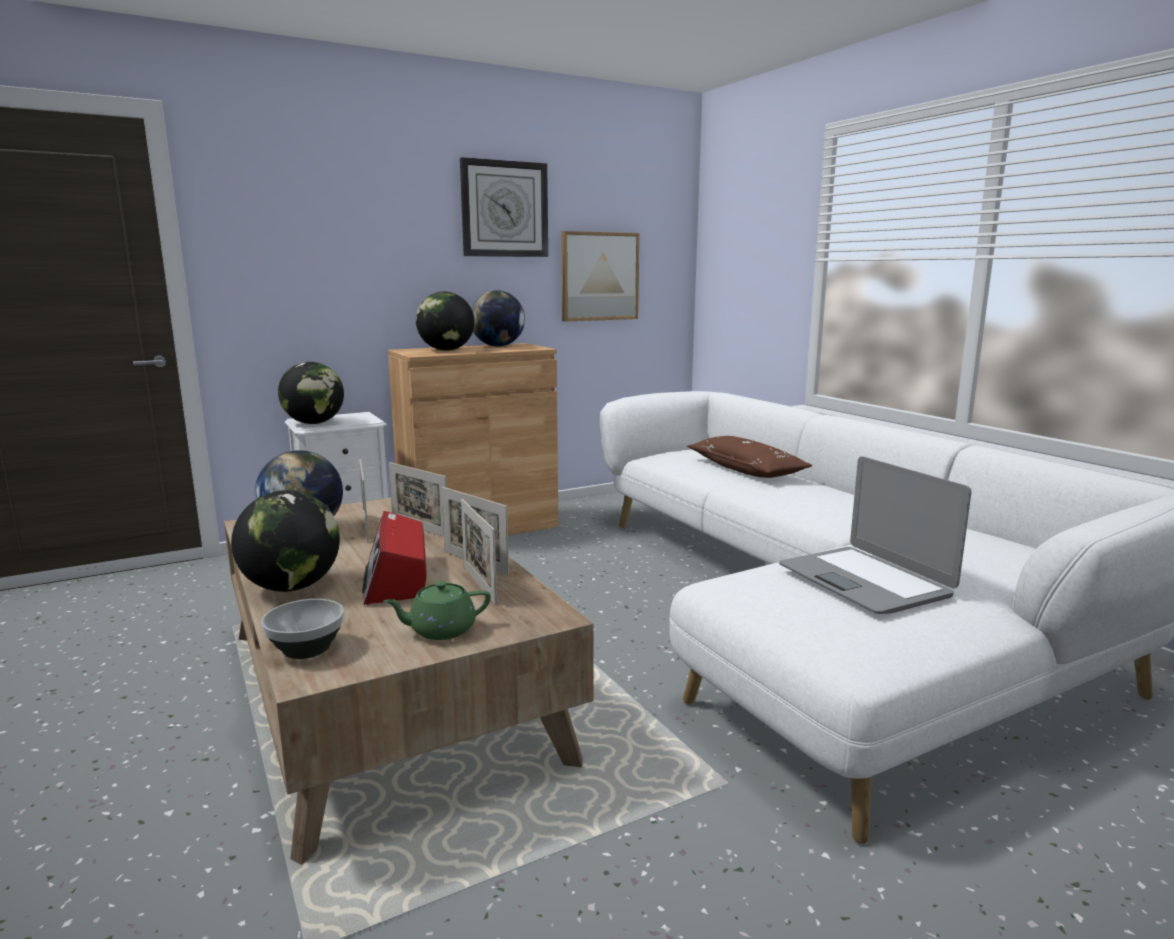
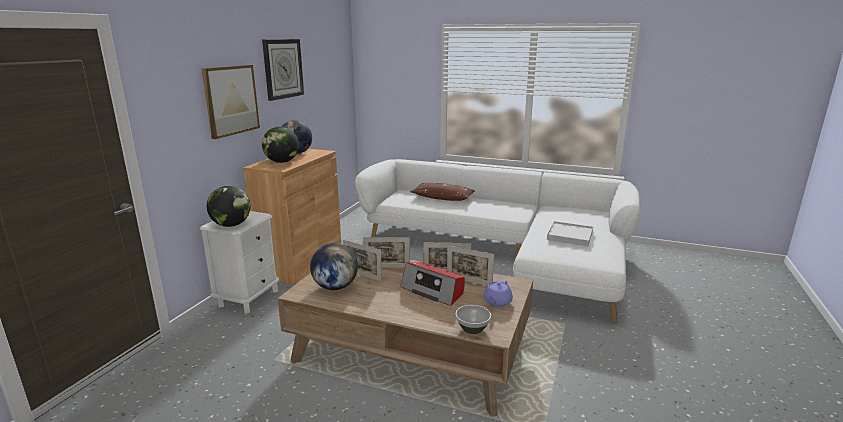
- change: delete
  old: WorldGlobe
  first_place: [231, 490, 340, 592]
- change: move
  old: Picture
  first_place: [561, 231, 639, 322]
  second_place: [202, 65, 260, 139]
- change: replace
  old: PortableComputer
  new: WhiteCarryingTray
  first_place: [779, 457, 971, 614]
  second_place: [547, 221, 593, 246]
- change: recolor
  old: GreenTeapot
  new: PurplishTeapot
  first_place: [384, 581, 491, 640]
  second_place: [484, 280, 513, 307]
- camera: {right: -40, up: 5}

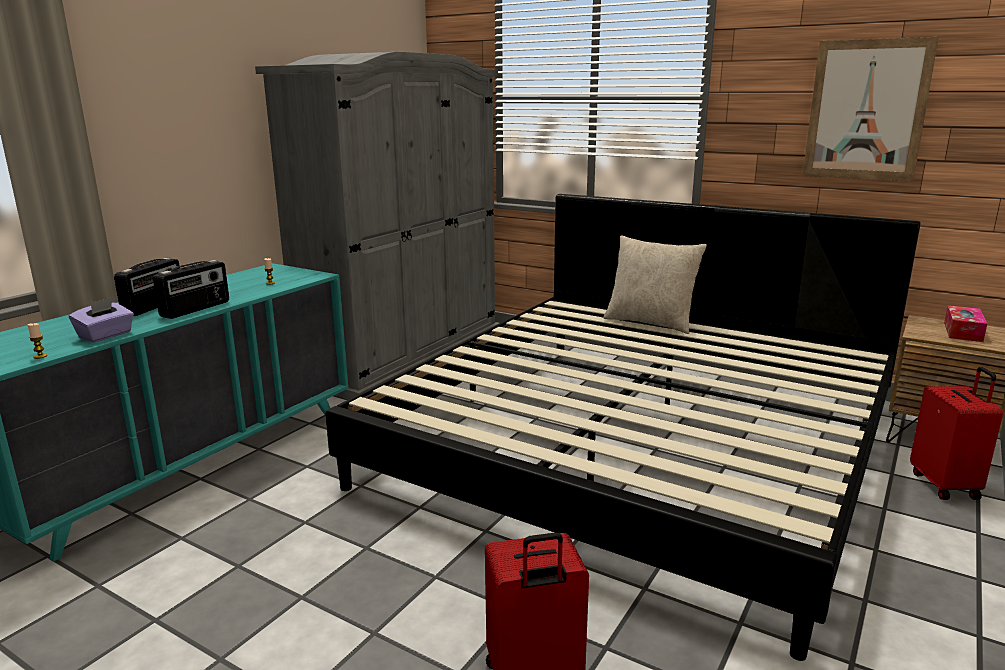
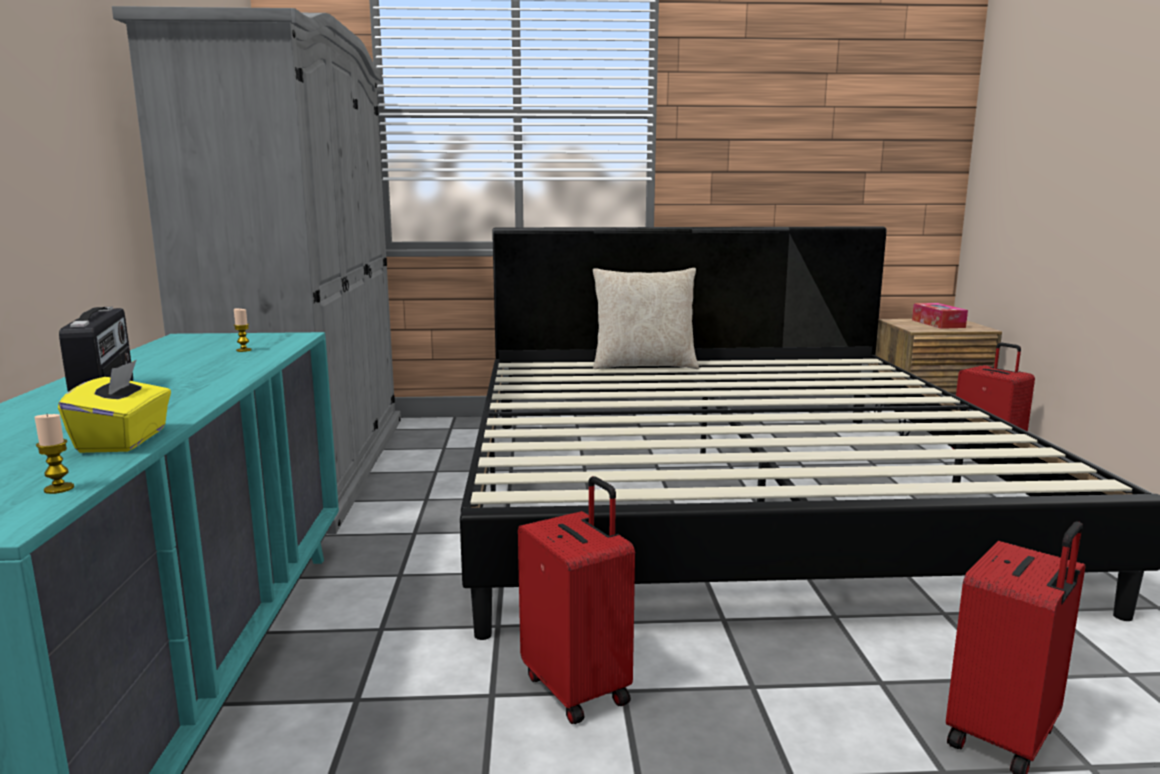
- change: delete
  old: Radio
  first_place: [153, 260, 229, 319]
- change: delete
  old: Picture
  first_place: [803, 37, 939, 182]
- change: insert
  new: ReddishSuitcase
  second_place: [518, 476, 635, 724]
- change: recolor
  old: PurplishBoxOfTissues
  new: YellowBoxOfTissues
  first_place: [69, 297, 134, 343]
  second_place: [58, 359, 171, 453]
- camera: {right: -35, up: -5}

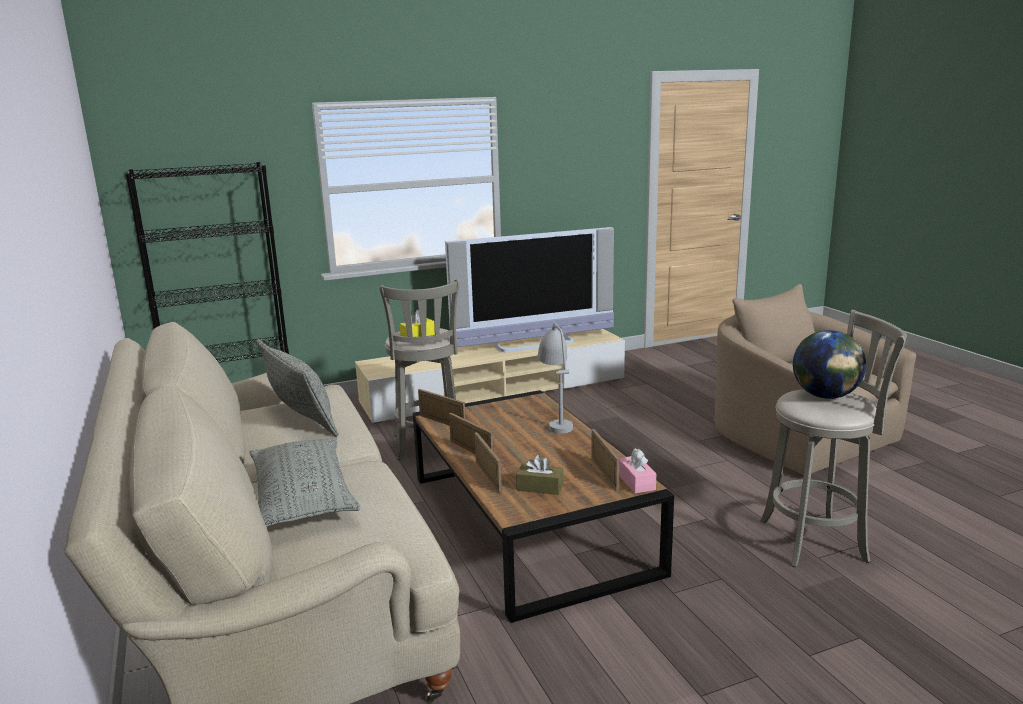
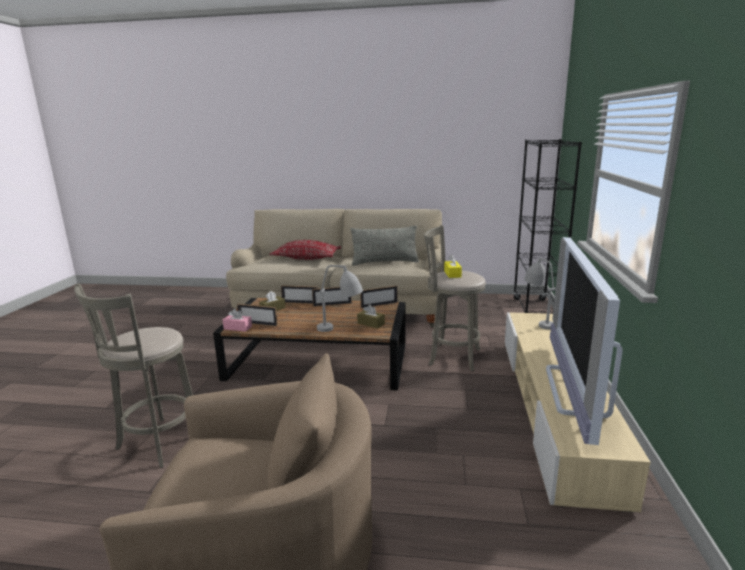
- change: delete
  old: WorldGlobe
  first_place: [793, 330, 866, 399]
- change: insert
  new: BrownColouredBoxOfTissues
  second_place: [357, 304, 385, 329]
- change: insert
  new: GreyishTabletopLamp
  second_place: [524, 258, 556, 330]
- change: recolor
  old: GreyishPillow
  new: ReddishPillow
  first_place: [249, 437, 360, 527]
  second_place: [269, 240, 341, 260]
- camera: {right: 120, up: 0}

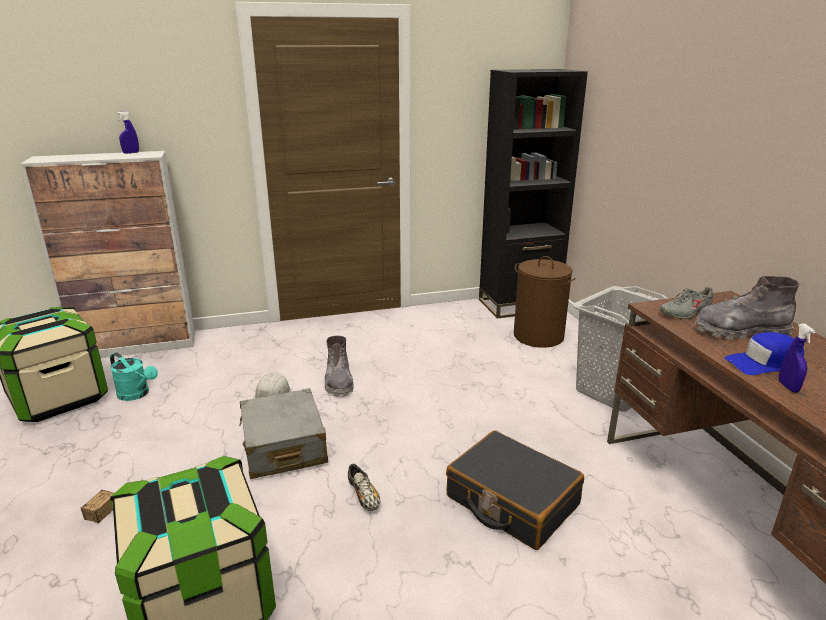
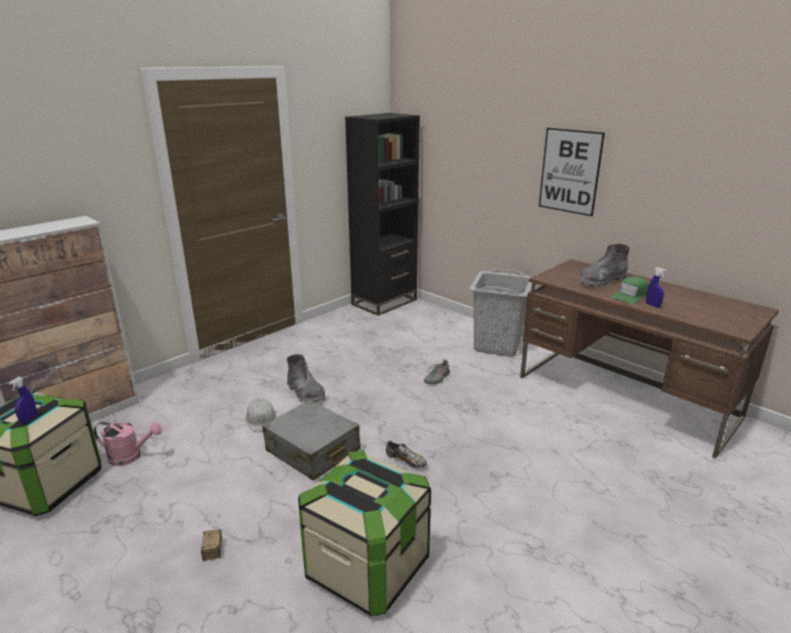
- change: delete
  old: BlackishSuitcase
  first_place: [446, 430, 584, 550]
- change: delete
  old: BrownColouredWashingBasket
  first_place: [514, 256, 576, 348]
- change: insert
  new: Picture
  second_place: [539, 128, 605, 216]
- change: move
  old: BluishSprayBottle
  first_place: [117, 111, 139, 154]
  second_place: [9, 377, 37, 424]
- change: move
  old: GreyishItemOfFootwear
  first_place: [659, 287, 718, 319]
  second_place: [424, 360, 450, 385]
- change: recolor
  old: TurquoiseWateringCan
  new: PinkWateringCan
  first_place: [110, 352, 158, 401]
  second_place: [94, 422, 162, 466]
- change: recolor
  old: BluishPeakedCap
  new: GreenPeakedCap
  first_place: [724, 332, 804, 375]
  second_place: [611, 277, 649, 304]
- camera: {right: -30, up: 0}

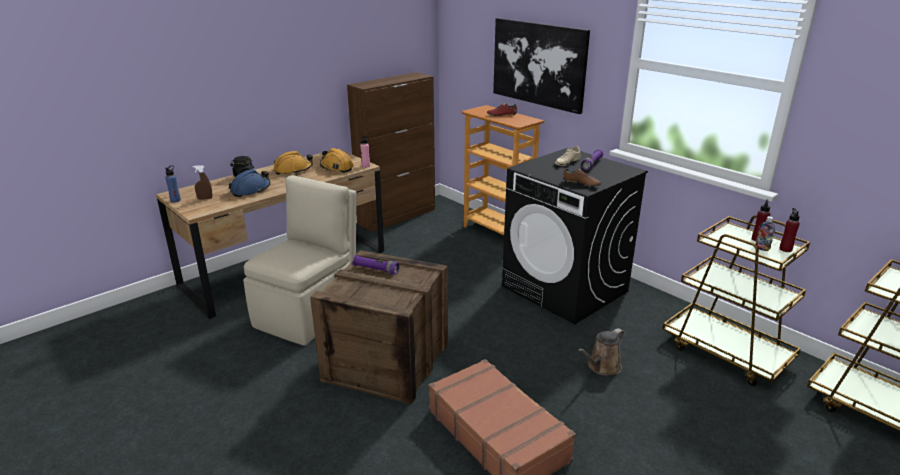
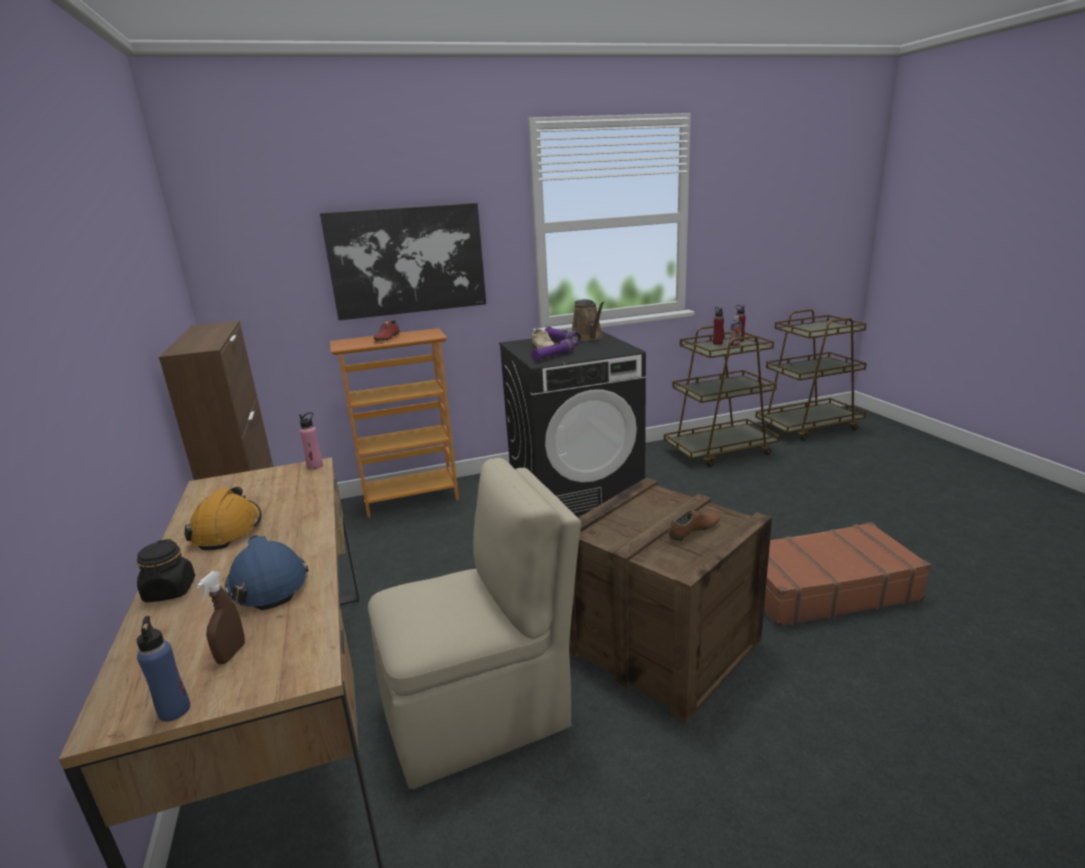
- change: delete
  old: OrangeColouredSafetyHelmet
  first_place: [320, 148, 354, 173]
- change: move
  old: PurplishHandTorch
  first_place: [353, 255, 399, 275]
  second_place: [531, 339, 575, 361]
- change: move
  old: BrownColouredItemOfFootwear
  first_place: [564, 168, 601, 187]
  second_place: [669, 511, 720, 542]
- change: move
  old: BrownColouredWateringCan
  first_place: [578, 328, 625, 376]
  second_place: [572, 299, 604, 341]
- change: rotate
  old: BeigeColouredPlainChair
  first_place: [243, 175, 357, 346]
  second_place: [368, 458, 581, 789]
  degrees: 105
- camera: {right: -65, up: -5}

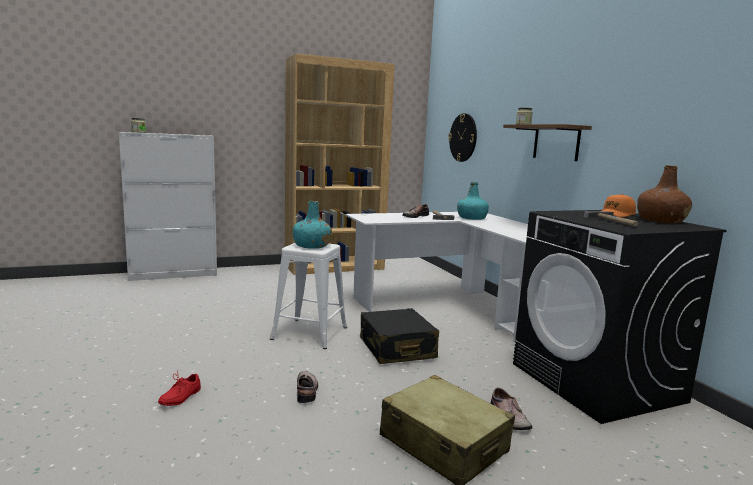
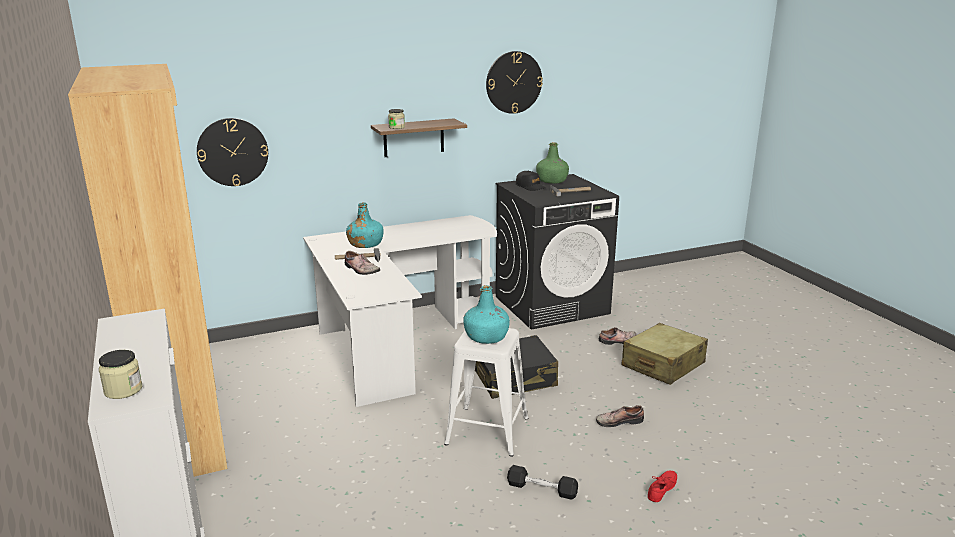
- change: insert
  new: ClockOnTheWall
  second_place: [486, 51, 543, 114]
- change: insert
  new: BlackishFreeWeight
  second_place: [507, 465, 578, 500]
- change: recolor
  old: OrangeColouredPeakedCap
  new: BlackishPeakedCap
  first_place: [602, 194, 636, 217]
  second_place: [516, 171, 546, 191]
- change: recolor
  old: BrownColouredDrinkBottle
  new: GreenDrinkBottle
  first_place: [637, 165, 692, 224]
  second_place: [536, 142, 569, 184]
- change: rotate
  old: ReddishItemOfFootwear
  first_place: [158, 371, 201, 406]
  second_place: [648, 471, 677, 502]
  degrees: -75
- camera: {right: -90, up: 10}

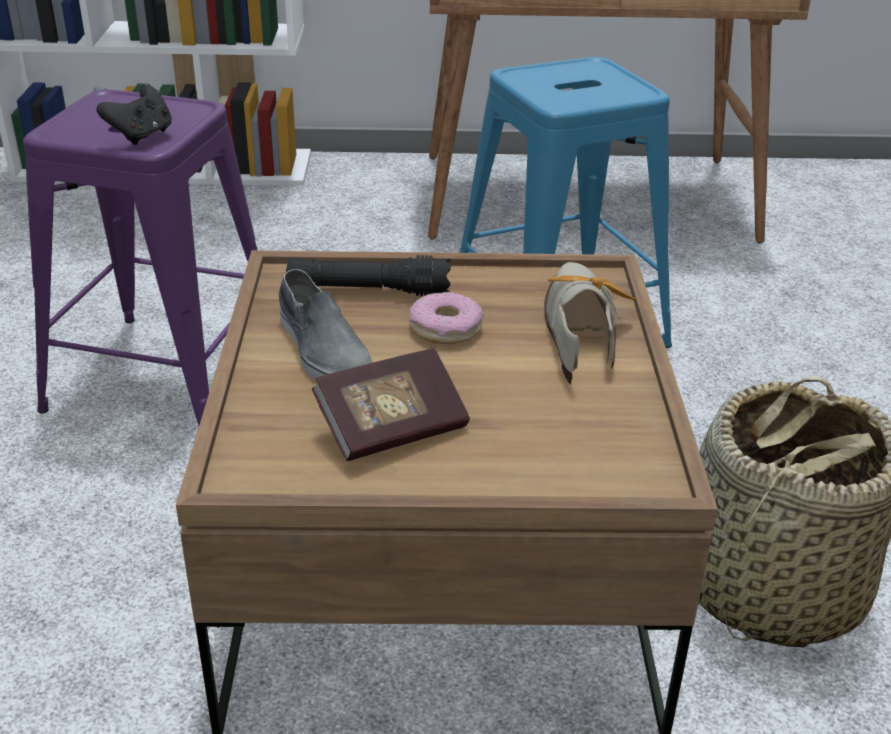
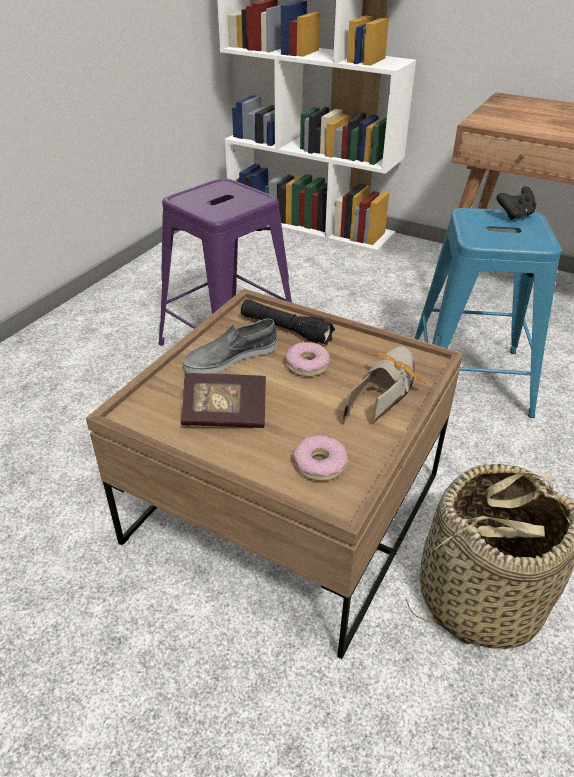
- change: insert
  new: Doughnut
  second_place: [293, 435, 348, 481]
- change: move
  old: BlackishGameController
  first_place: [96, 85, 172, 145]
  second_place: [496, 186, 537, 220]
- change: rotate
  old: GreyishItemOfFootwear
  first_place: [278, 269, 373, 380]
  second_place: [183, 318, 277, 374]
  degrees: 60
- camera: {right: 30, up: 5}

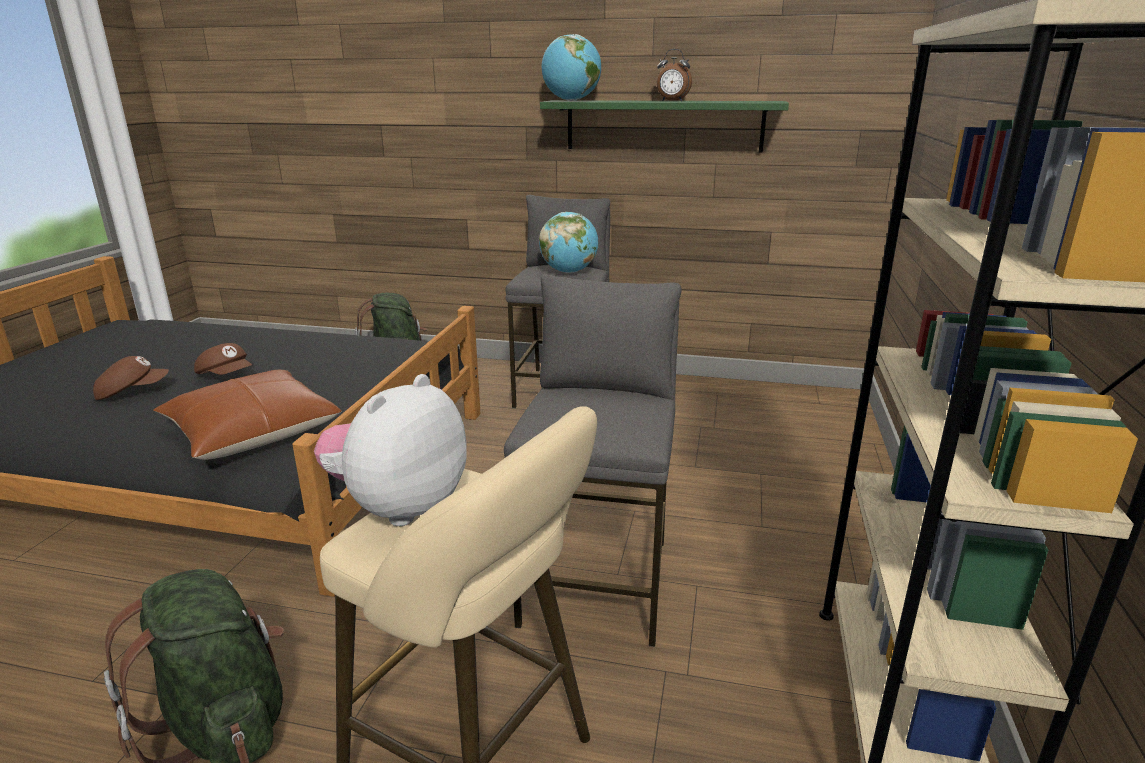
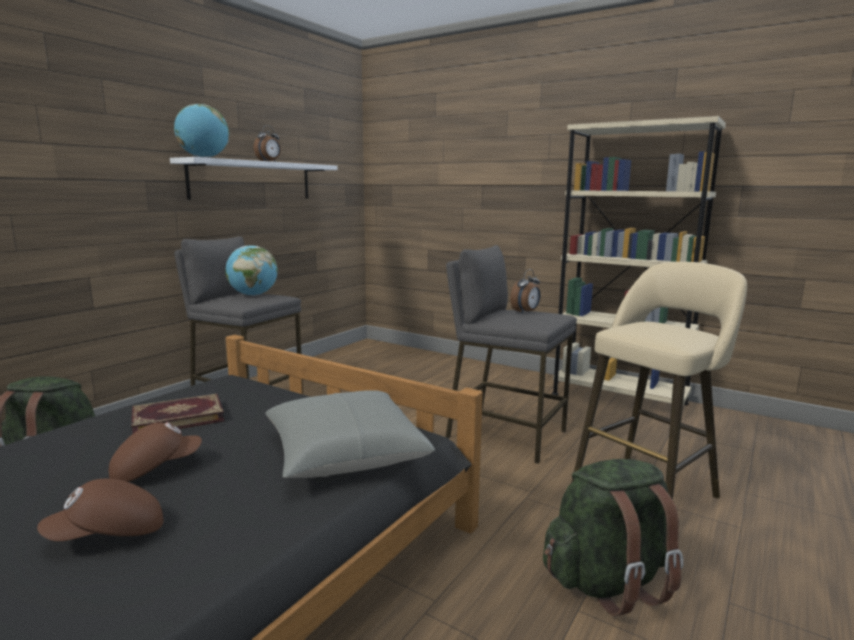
- change: delete
  old: SoftToy
  first_place: [314, 374, 467, 526]
- change: insert
  new: BoundBook
  second_place: [131, 394, 224, 434]
- change: insert
  new: TableClock
  second_place: [510, 269, 540, 314]
- change: recolor
  old: BrownColouredPillow
  new: GreyishPillow
  first_place: [153, 370, 342, 460]
  second_place: [265, 390, 435, 478]
- change: recolor
  old: GreenBracketShelf
  new: WhiteBracketShelf
  first_place: [540, 100, 789, 152]
  second_place: [170, 157, 338, 200]
- change: rotate
  old: BrownColouredPeakedCap
  first_place: [93, 356, 169, 400]
  second_place: [37, 479, 163, 541]
  degrees: -120
- camera: {right: -70, up: -10}

